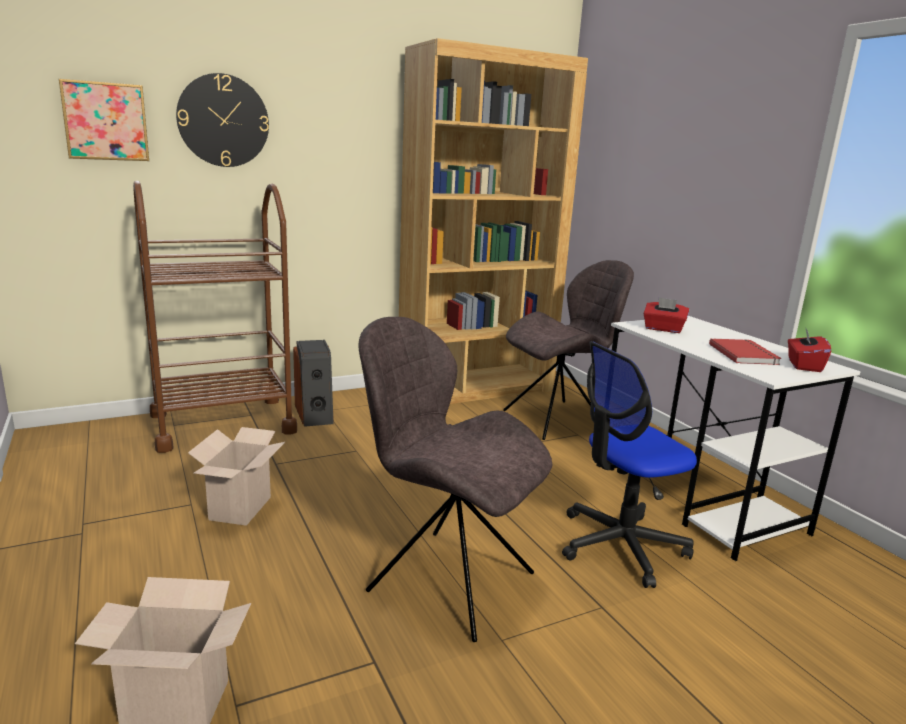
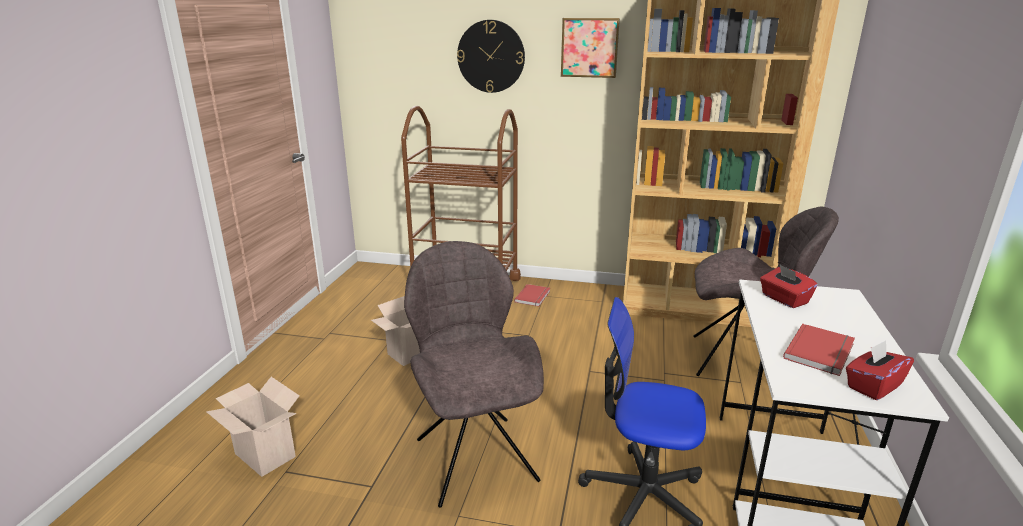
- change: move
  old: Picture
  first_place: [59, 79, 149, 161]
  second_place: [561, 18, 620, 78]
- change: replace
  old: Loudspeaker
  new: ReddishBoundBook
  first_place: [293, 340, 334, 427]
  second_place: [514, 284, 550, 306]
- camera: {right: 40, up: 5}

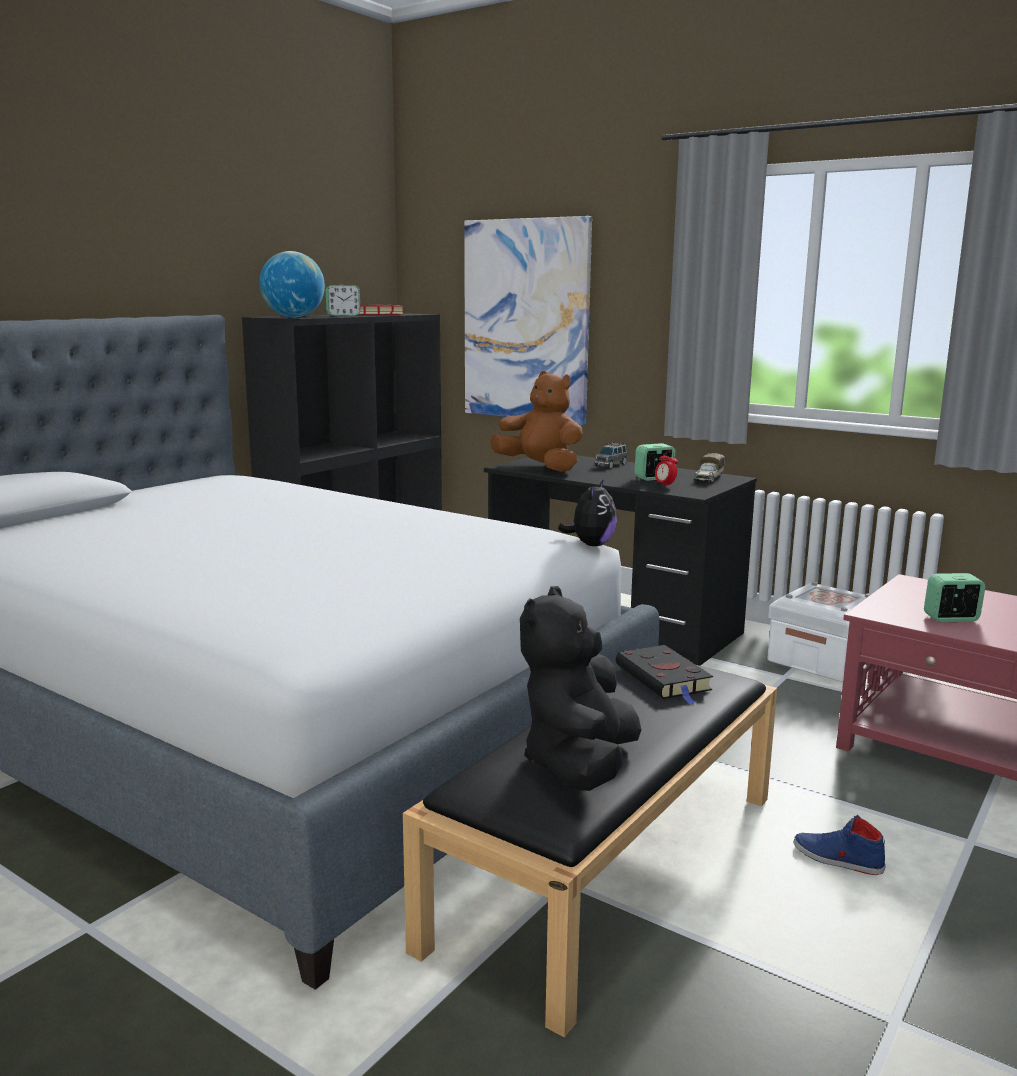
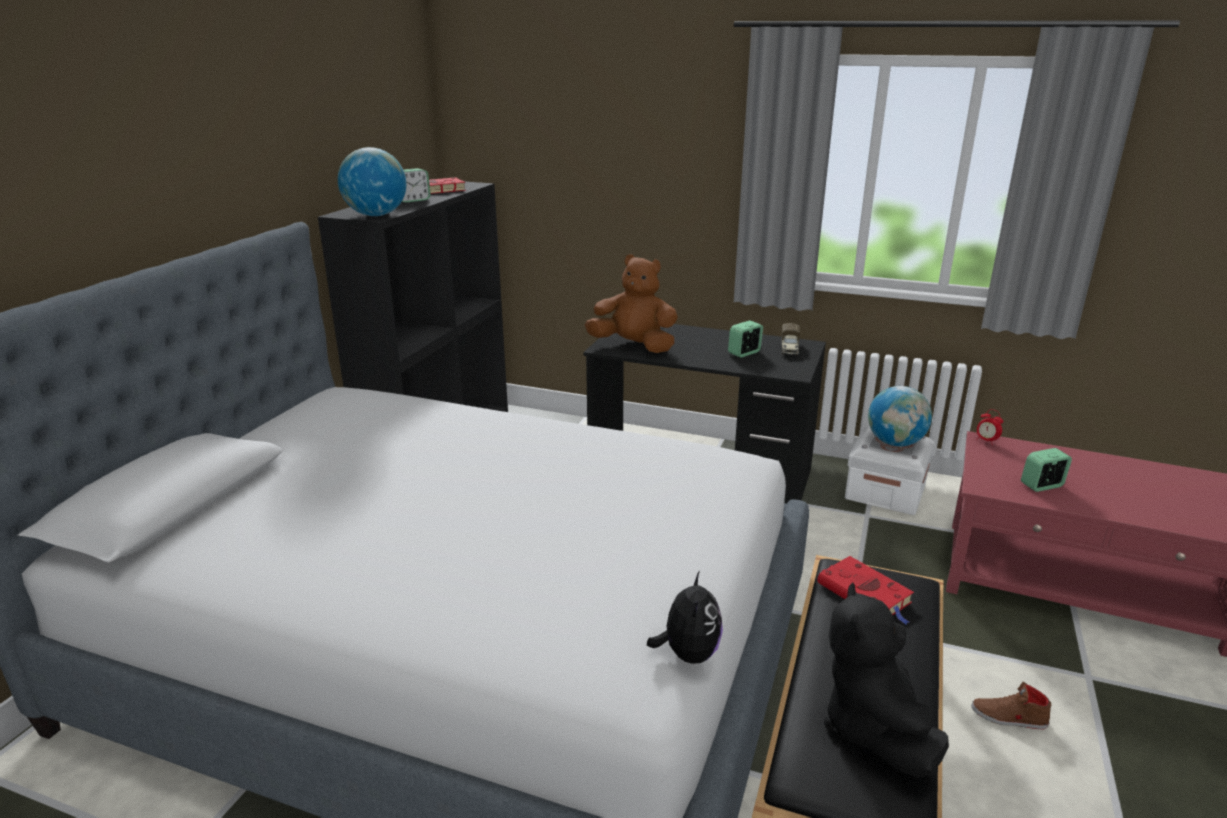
- change: delete
  old: Picture
  first_place: [464, 216, 592, 425]
- change: delete
  old: GreyishModelCar
  first_place: [595, 442, 627, 468]
- change: insert
  new: WorldGlobe
  second_place: [868, 386, 932, 446]
- change: move
  old: SoftToy
  first_place: [558, 479, 617, 546]
  second_place: [647, 571, 723, 664]
- change: move
  old: TableClock
  first_place: [655, 451, 678, 488]
  second_place: [976, 409, 1003, 445]
- change: recolor
  old: BlackishBoundBook
  new: ReddishBoundBook
  first_place: [616, 645, 713, 704]
  second_place: [817, 556, 914, 625]
- change: recolor
  old: BluishItemOfFootwear
  new: BrownColouredItemOfFootwear
  first_place: [793, 815, 886, 875]
  second_place: [971, 682, 1052, 729]
- camera: {right: -15, up: 10}

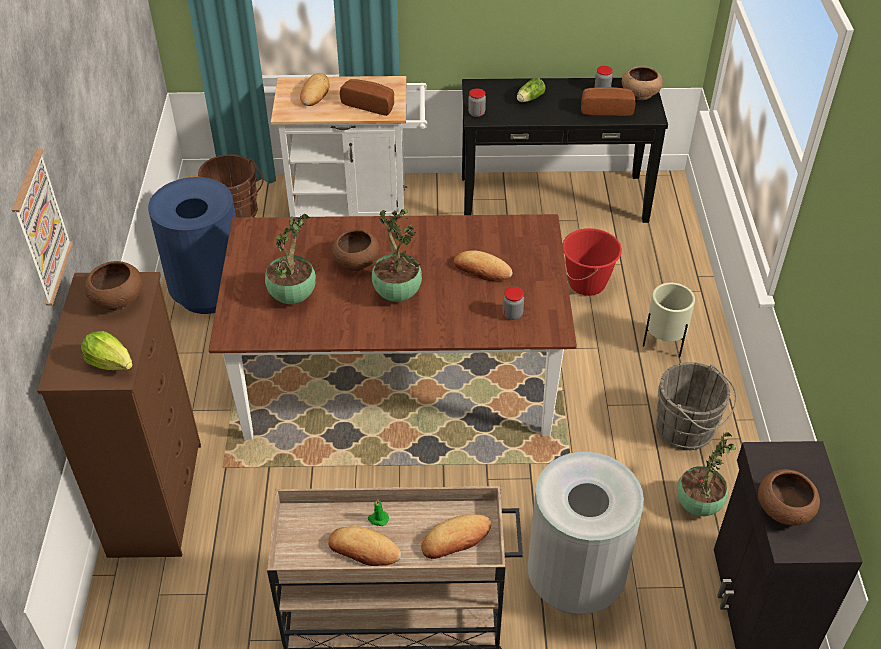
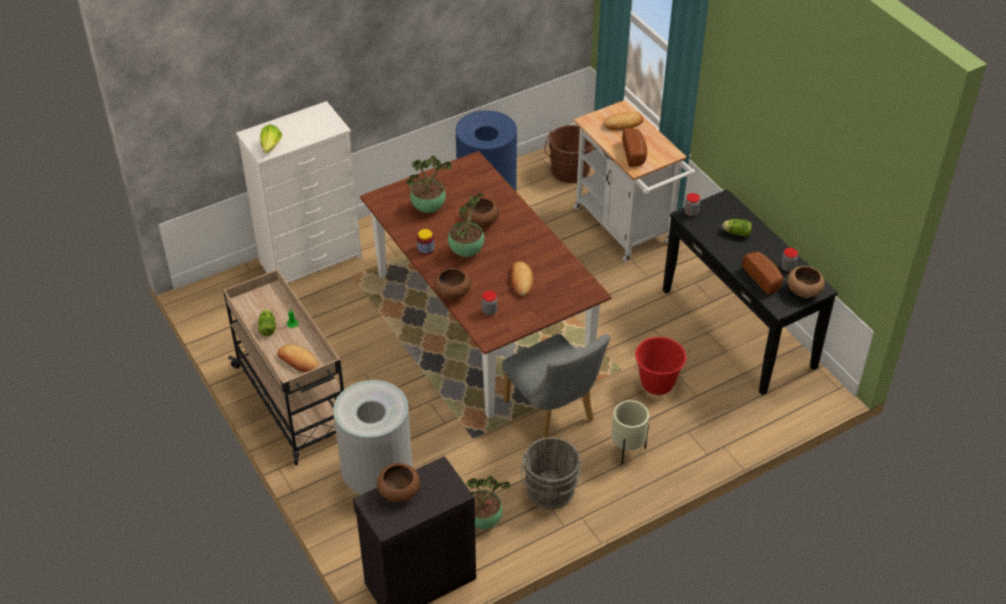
- change: delete
  old: Picture
  first_place: [12, 149, 73, 306]
- change: insert
  new: Jar
  second_place: [417, 229, 434, 255]
- change: insert
  new: GreyishPlainChair
  second_place: [502, 334, 610, 438]
- change: move
  old: BrownColouredBowl
  first_place: [85, 261, 143, 310]
  second_place: [434, 268, 471, 300]
- change: replace
  old: BakeryBread
  new: LettuceHead
  first_place: [328, 526, 401, 566]
  second_place: [258, 309, 276, 336]
- change: recolor
  old: BrownColouredDrawerChest
  new: WhiteDrawerChest
  first_place: [37, 272, 201, 558]
  second_place: [236, 101, 362, 283]
- camera: {right: 60, up: 0}

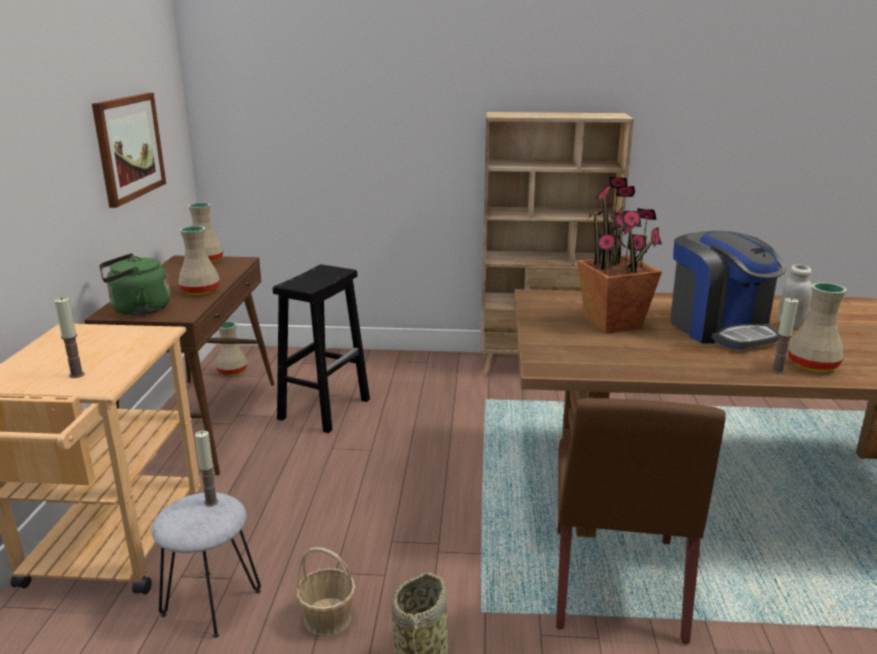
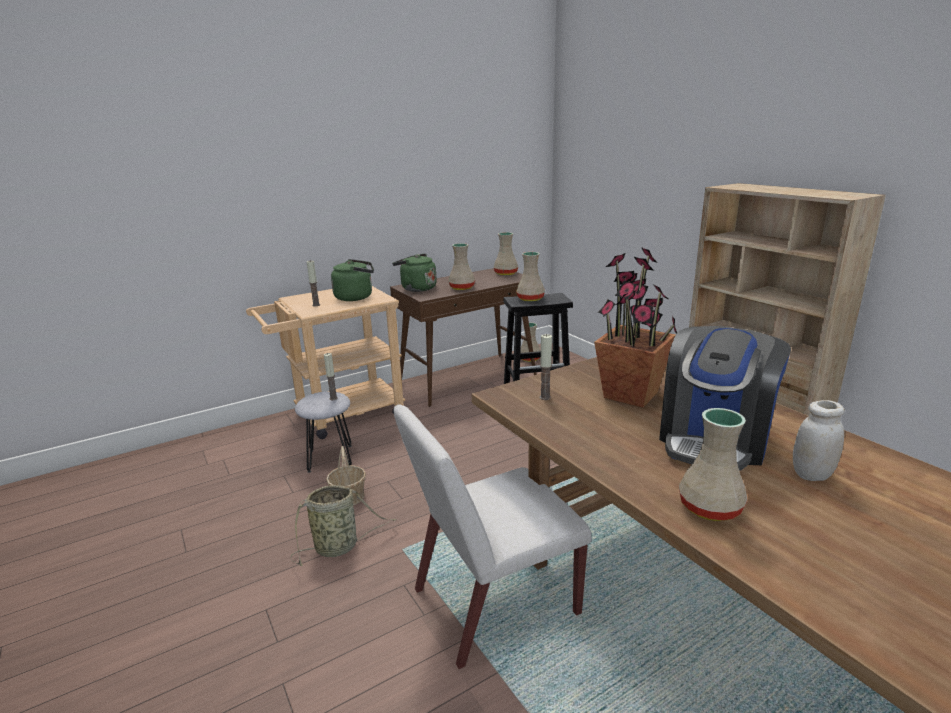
- change: delete
  old: Picture
  first_place: [92, 93, 166, 208]
- change: insert
  new: GreenTeaKettle
  second_place: [331, 259, 374, 301]
- change: insert
  new: BeigeColouredDecorativeVase
  second_place: [516, 252, 545, 301]
- change: move
  old: WaxLight
  first_place: [771, 298, 798, 374]
  second_place: [540, 334, 552, 400]
- change: recolor
  old: BrownColouredPlainChair
  new: WhitePlainChair
  first_place: [556, 398, 726, 644]
  second_place: [394, 404, 592, 669]
- camera: {right: 55, up: 0}

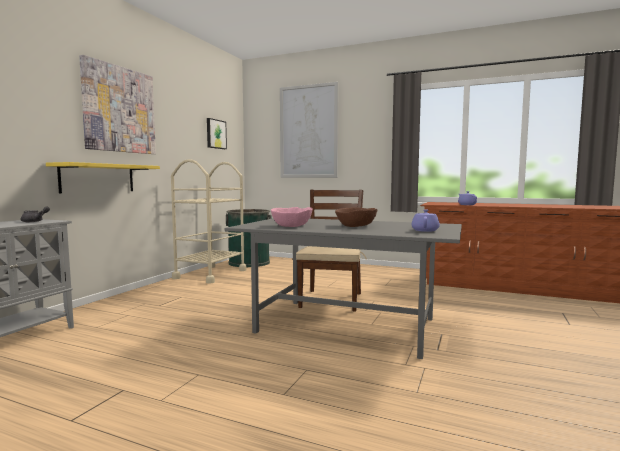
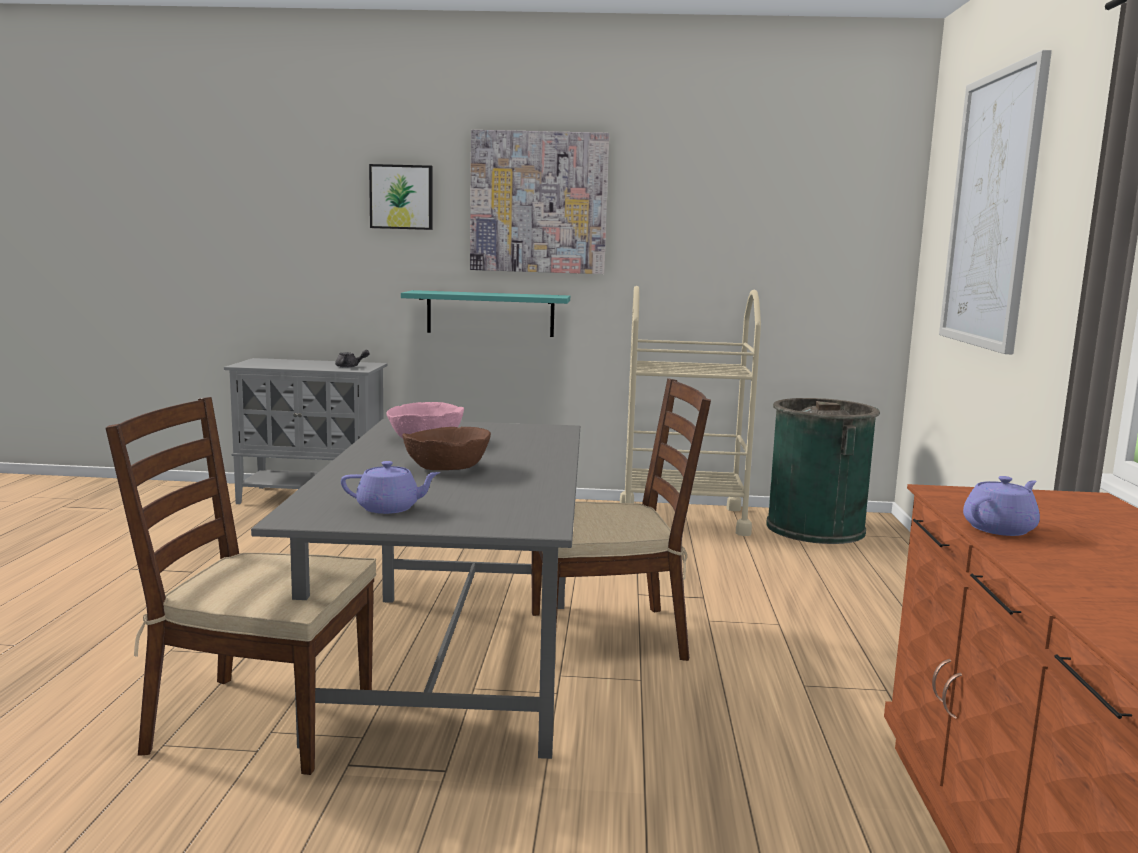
- change: insert
  new: BrownColouredPlainChair
  second_place: [106, 397, 376, 775]
- change: move
  old: Picture
  first_place: [207, 118, 227, 149]
  second_place: [369, 164, 433, 230]
- change: recolor
  old: YellowBracketShelf
  new: TurquoiseBracketShelf
  first_place: [46, 162, 160, 193]
  second_place: [401, 290, 570, 337]
- camera: {right: 70, up: 5}

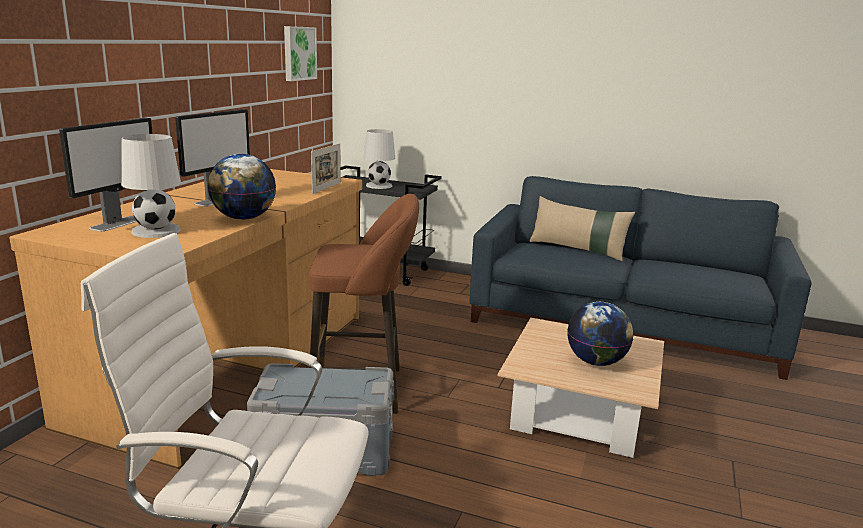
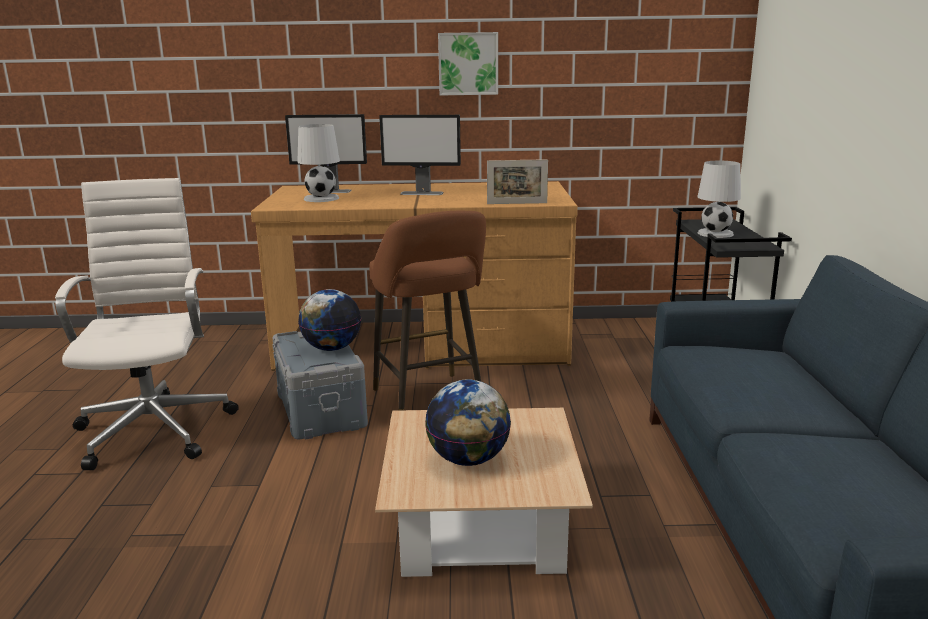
- change: delete
  old: BeigeColouredPillow
  first_place: [530, 196, 635, 261]
- change: move
  old: WorldGlobe
  first_place: [207, 154, 276, 220]
  second_place: [298, 289, 361, 351]
- change: move
  old: Picture
  first_place: [284, 26, 317, 81]
  second_place: [438, 32, 498, 95]
- camera: {right: 70, up: 0}

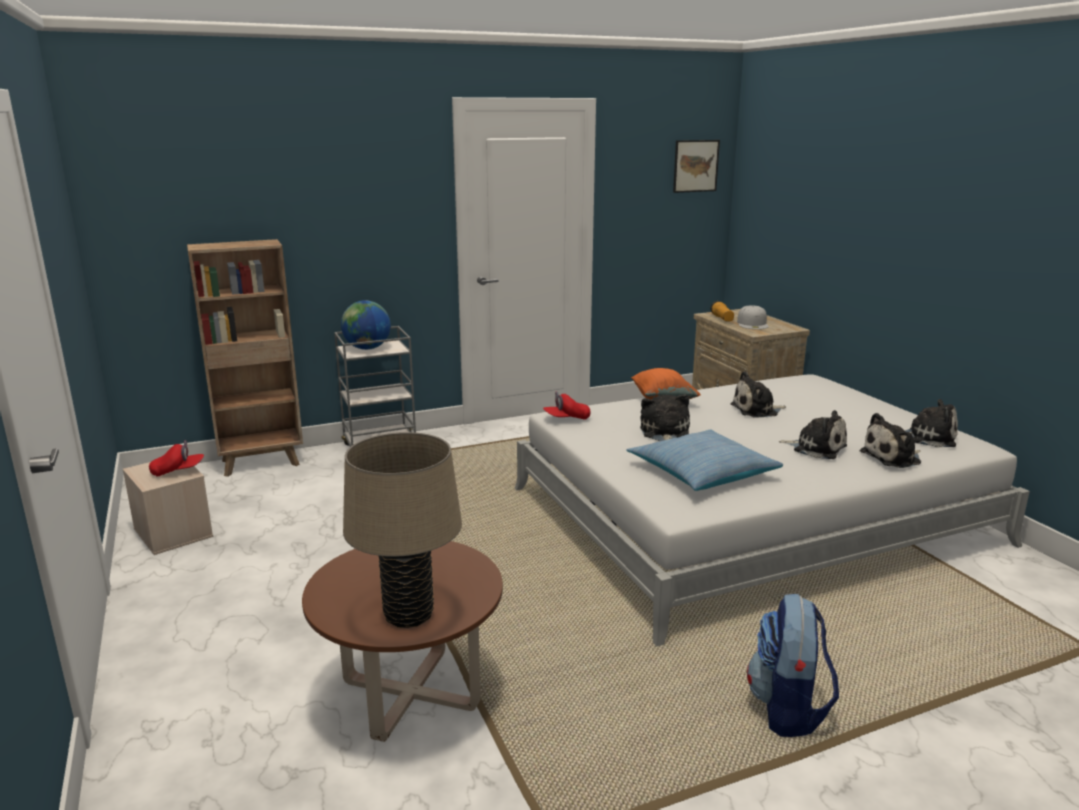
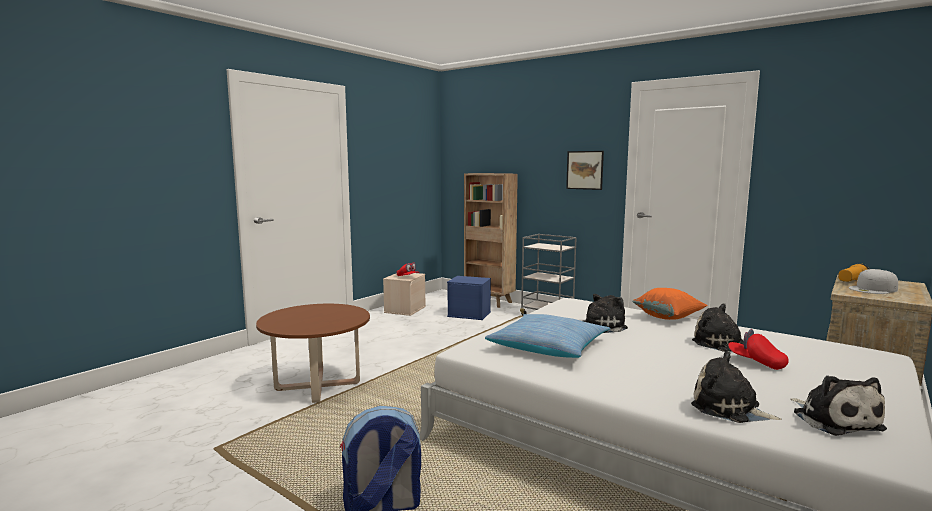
- change: delete
  old: WorldGlobe
  first_place: [341, 300, 391, 350]
- change: delete
  old: BeigeColouredTabletopLamp
  first_place: [343, 432, 462, 628]
- change: delete
  old: SoftToy
  first_place: [779, 410, 847, 459]
- change: insert
  new: BluishStorageBox
  second_place: [447, 276, 491, 320]
- change: move
  old: ReddishPeakedCap
  first_place: [543, 391, 590, 420]
  second_place: [728, 329, 789, 370]
- change: move
  old: Picture
  first_place: [673, 140, 720, 193]
  second_place: [566, 151, 604, 190]
- camera: {right: 60, up: -10}

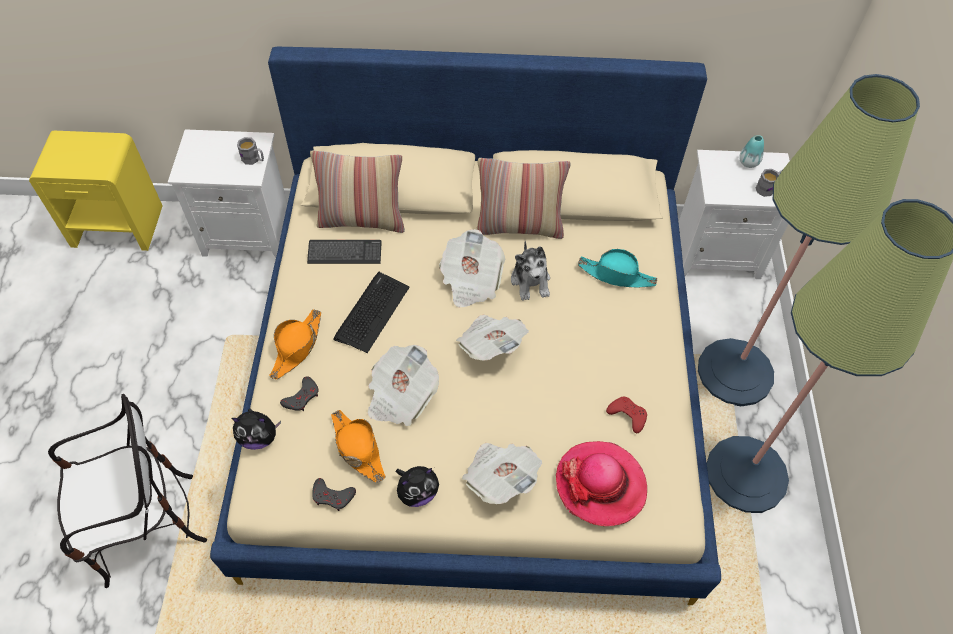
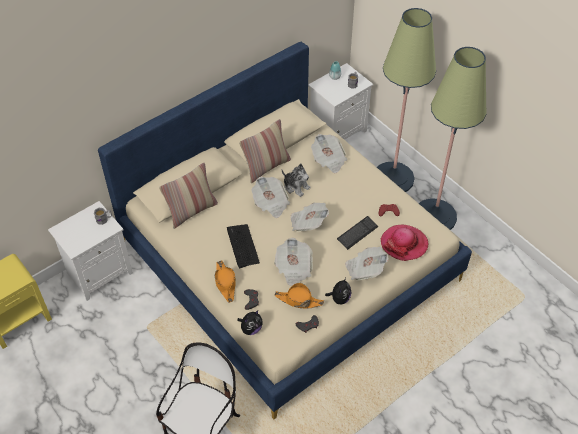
- change: move
  old: Keyboard
  first_place: [307, 240, 382, 264]
  second_place: [337, 216, 378, 250]
- change: replace
  old: TurquoiseWearableHat
  new: DailyPaper
  first_place: [578, 249, 657, 288]
  second_place: [311, 134, 347, 173]
- camera: {right: -40, up: -5}

